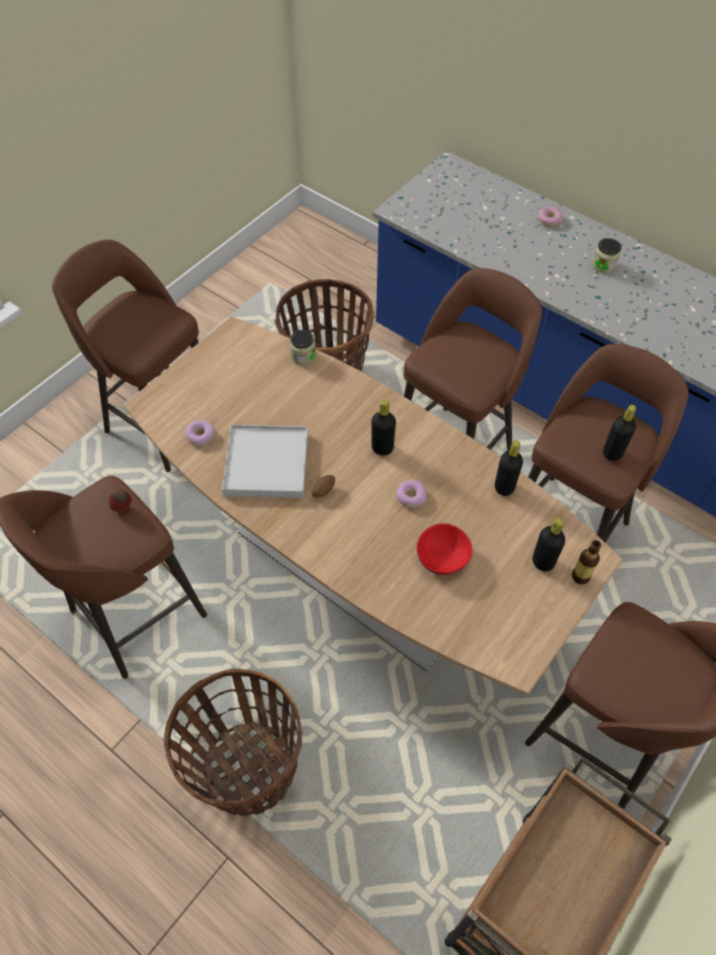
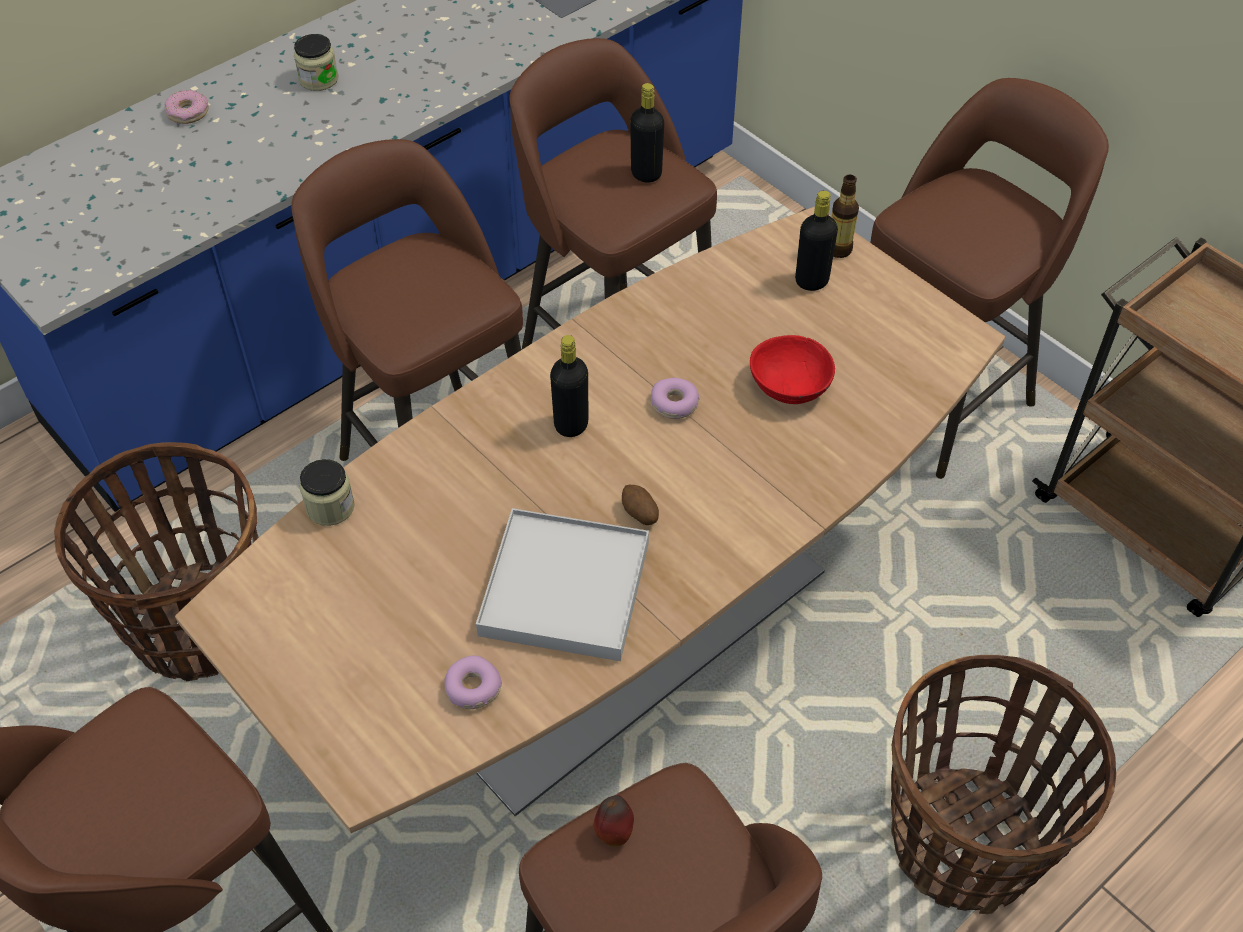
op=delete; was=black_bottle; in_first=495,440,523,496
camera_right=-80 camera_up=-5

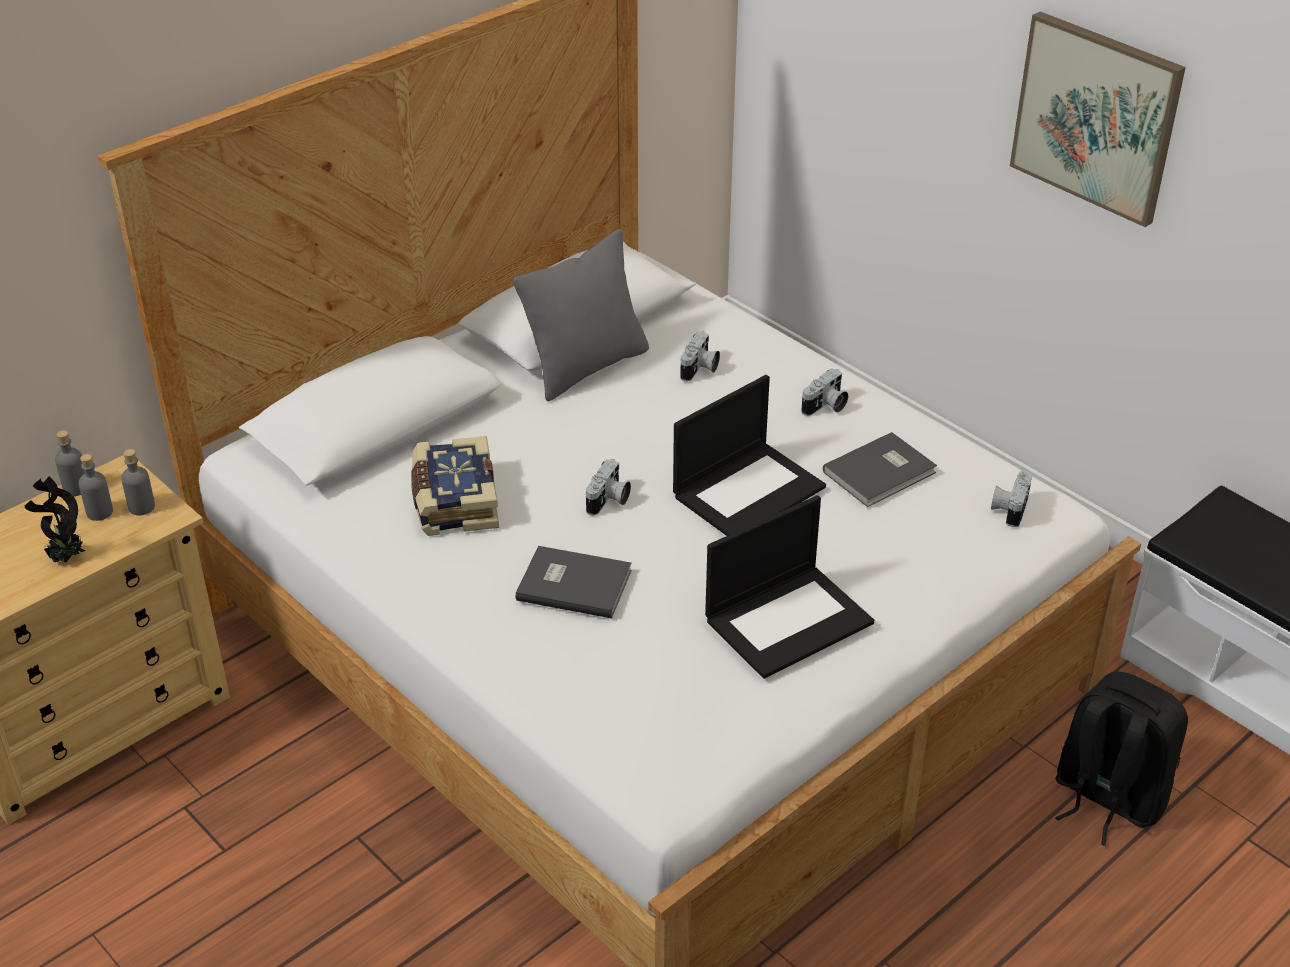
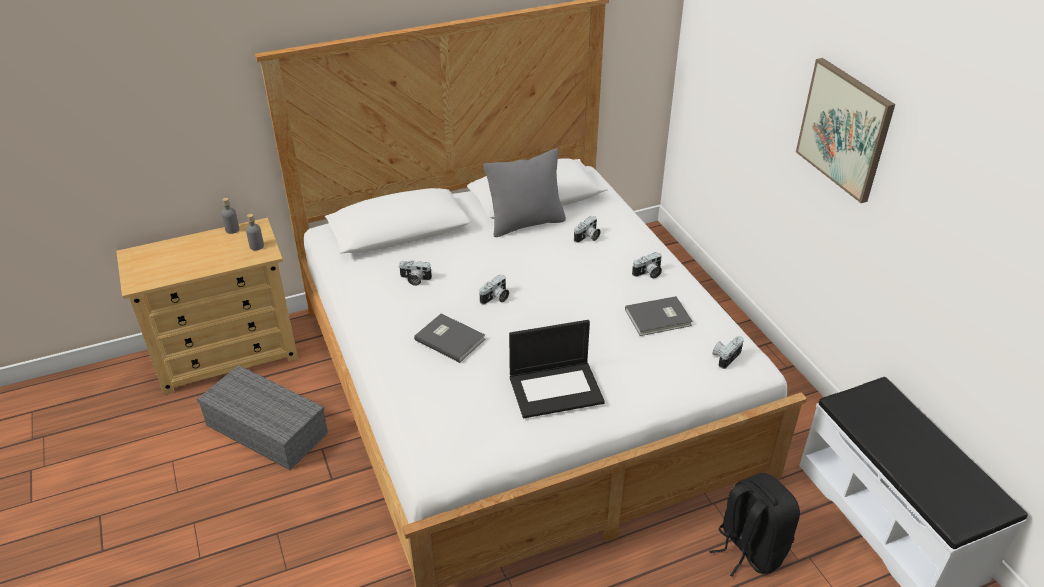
op=delete; was=potted_plant; in_first=25,477,85,562
op=delete; was=grey_bottle; in_first=79,454,113,521
op=delete; was=laptop; in_first=673,375,826,536
op=insert; now=grey_storage_box; in_second=197,365,328,470
op=replace; was=book; now=photo_camera; in_first=411,436,499,536; in_second=398,261,432,286
camera_right=20 camera_up=0

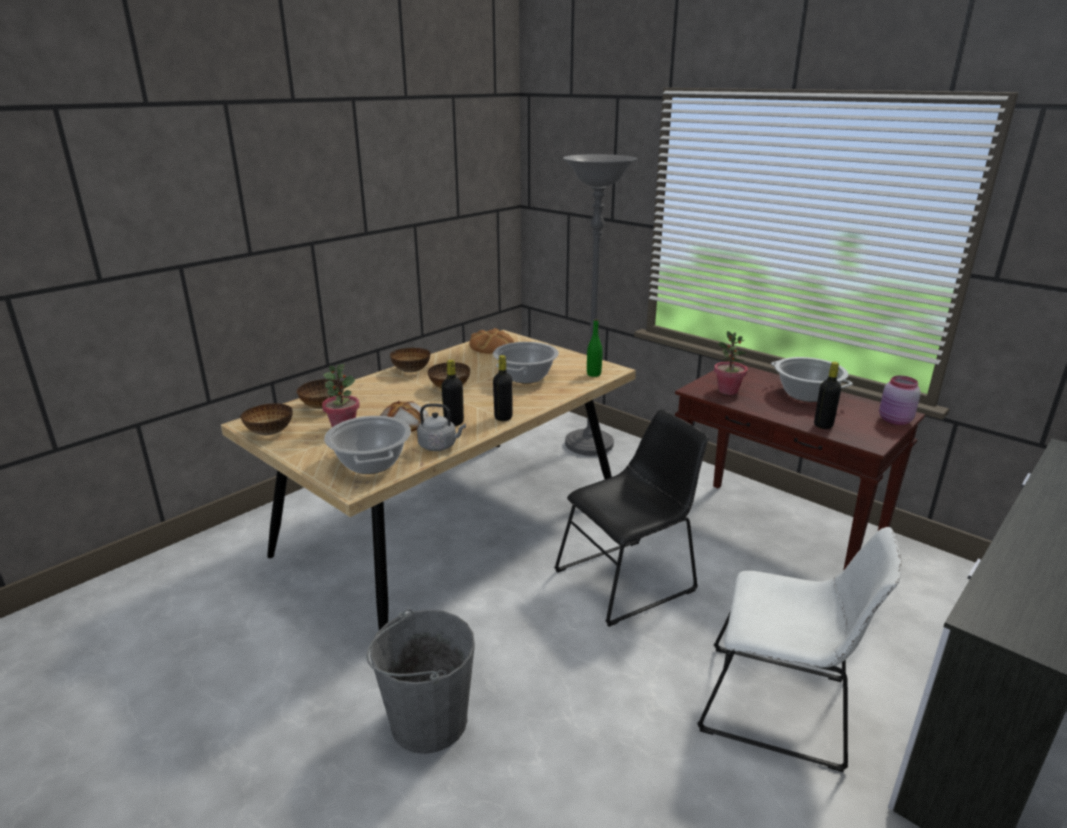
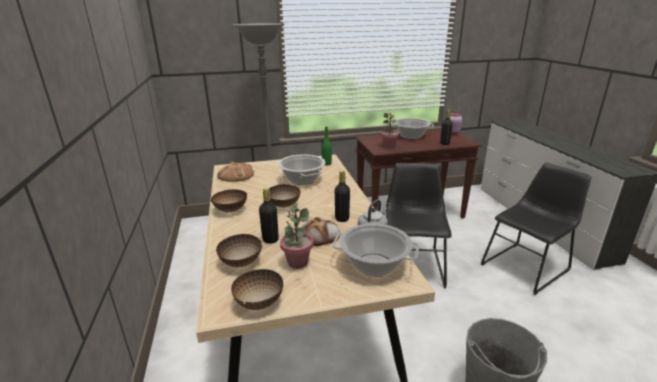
op=move; was=black_bottle; in_first=493,355,513,421; in_second=259,188,279,244
op=recolor; was=white_chair; now=black_chair; in_first=697,527,902,772; in_second=481,163,591,295
camera_right=-55 camera_up=0

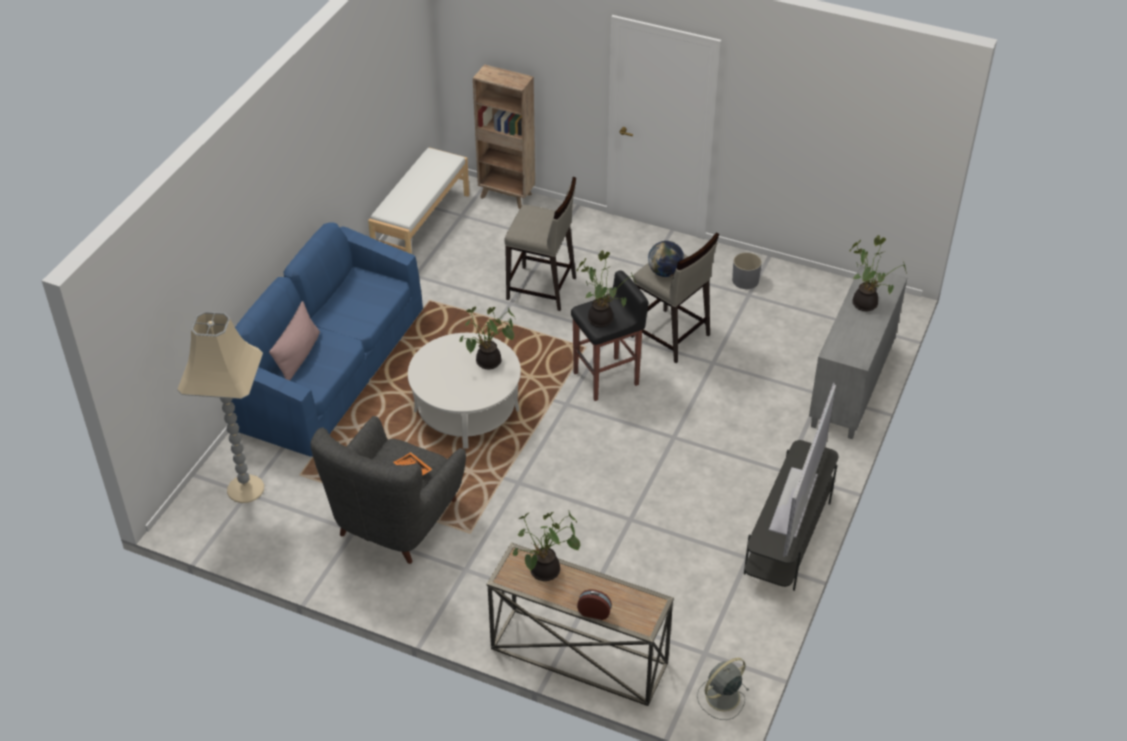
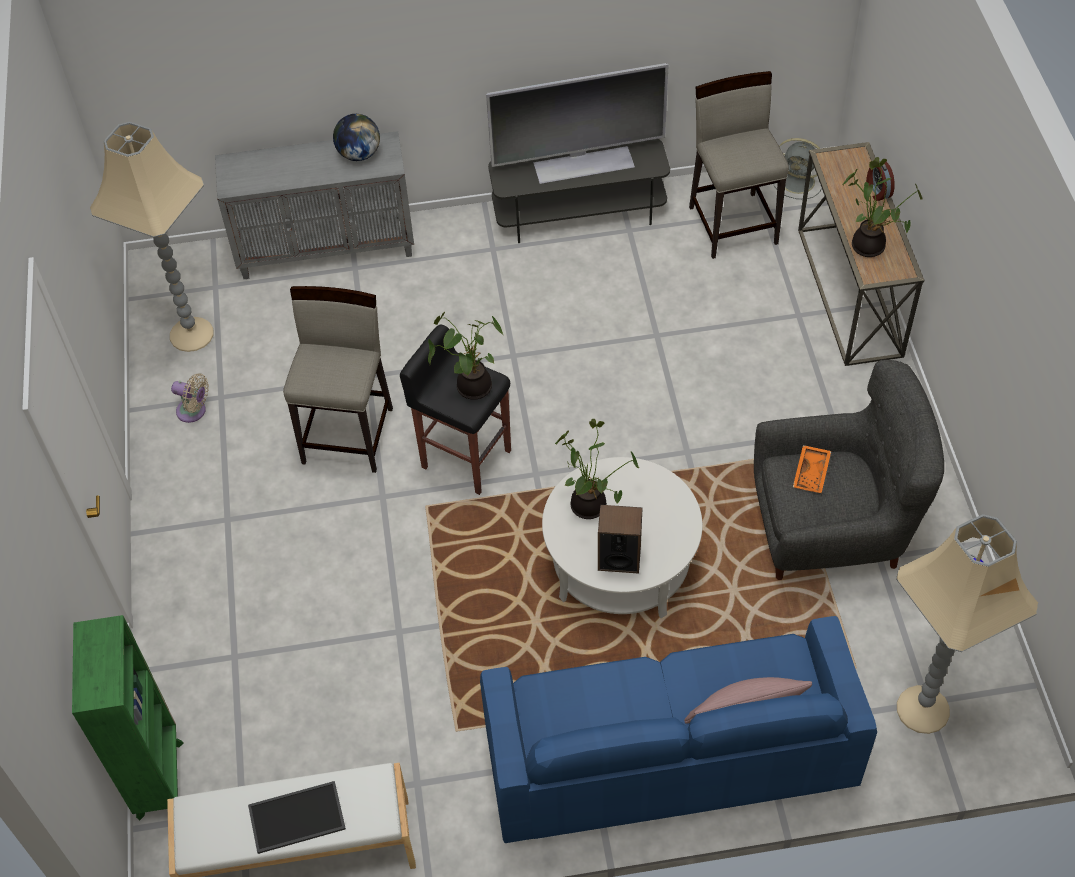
op=delete; was=potted_plant; in_first=849,235,907,311
op=insert; now=beige_floor_lamp; in_second=90,122,214,352
op=insert; now=tray; in_second=248,781,346,854
op=insert; now=speaker; in_second=598,505,643,574
op=move; was=beige_stool; in_first=504,177,576,311; in_second=689,71,789,259
op=move; was=globe; in_first=648,241,684,277; in_second=333,114,380,161
op=replace; was=grey_planter; now=beige_fan; in_first=732,252,762,289; in_second=171,373,209,423
op=recolor; was=brown_bookcase; now=green_bookcase; in_first=473,64,535,209; in_second=72,615,184,820
camera_right=-120 camera_up=10

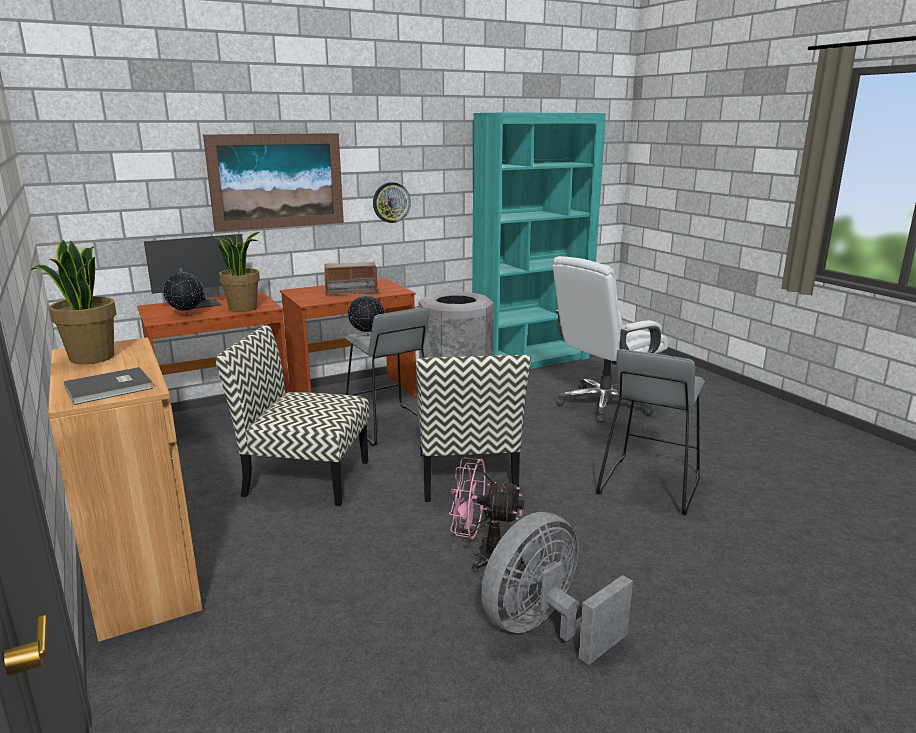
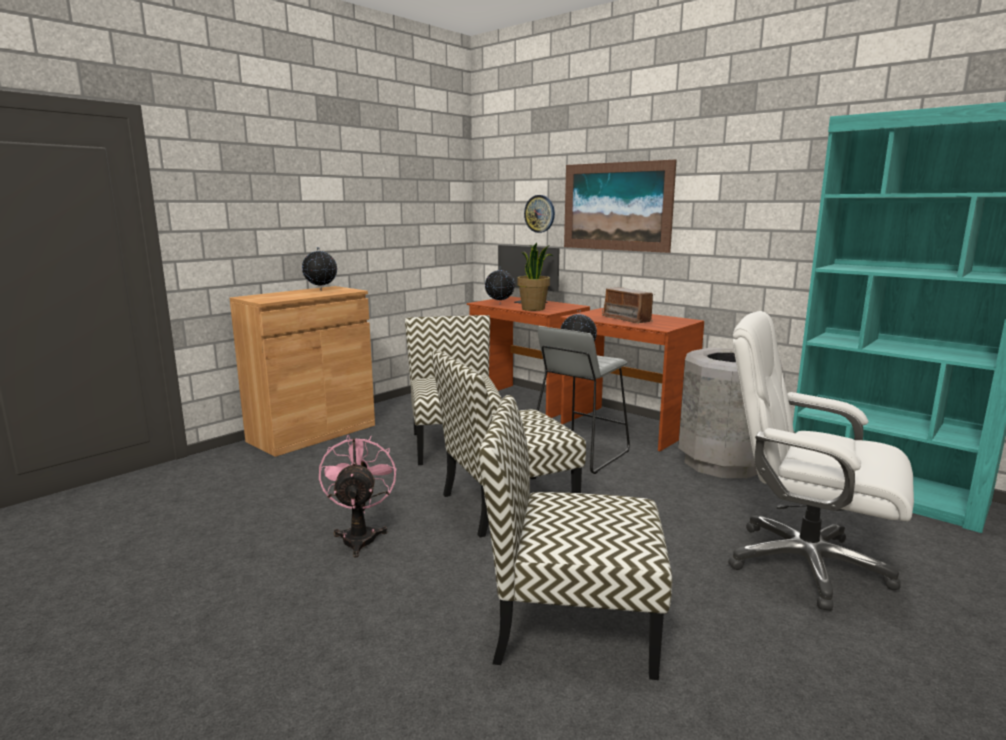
op=delete; was=grey_book; in_first=64,367,153,405
op=delete; was=grey_fan; in_first=481,512,633,665
op=move; was=wall_clock; in_first=373,182,411,223; in_second=524,195,555,233
op=replace; was=potted_plant; now=globe; in_first=31,240,117,364; in_second=302,247,337,290
op=replace; was=grey_stool; now=chair; in_first=596,349,705,515; in_second=479,395,672,680
camera_right=70 camera_up=-5

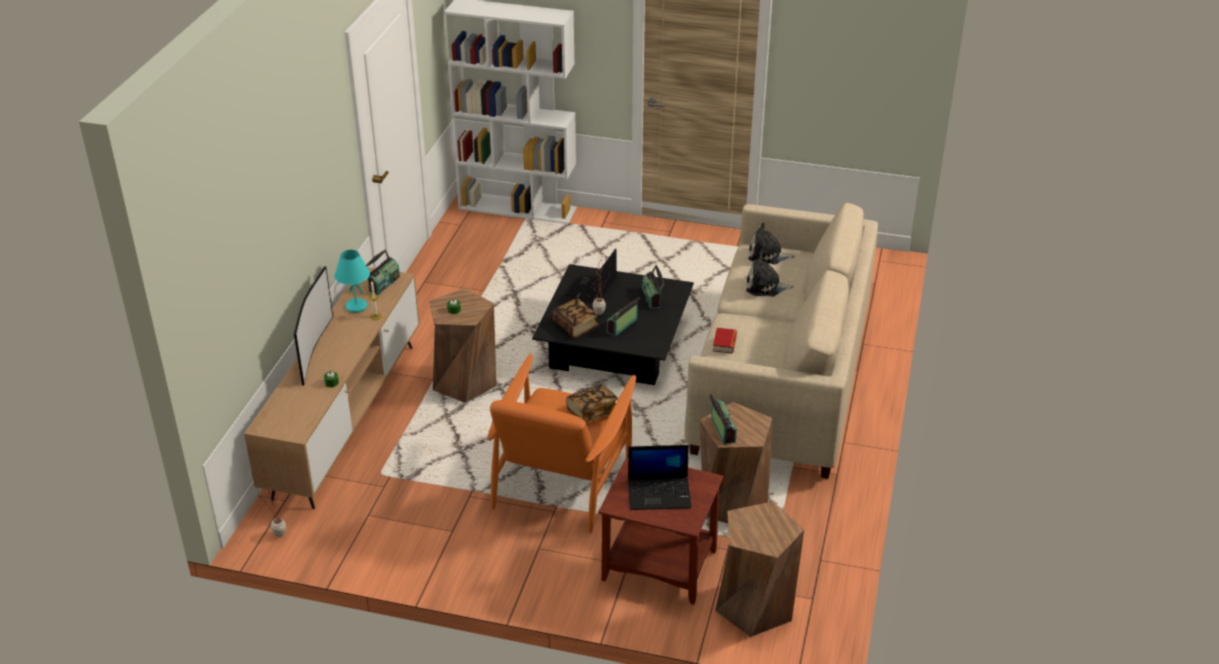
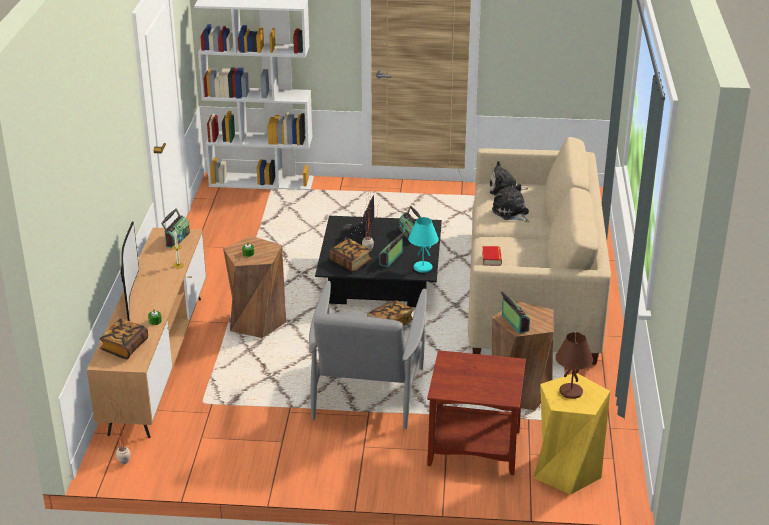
op=delete; was=laptop; in_first=628,445,691,510
op=insert; now=book; in_second=99,319,148,359
op=insert; now=brown_table_lamp; in_second=555,332,593,399
op=move; was=turquoise_table_lamp; in_first=335,250,370,313; in_second=408,217,439,273
op=recolor; was=orange_armchair; now=grey_armchair; in_first=487,354,636,533; in_second=309,281,427,429
op=recolor; was=brown_stool; now=yellow_stool; in_first=715,502,804,637; in_second=534,373,610,495
op=rotate; was=plush_toy; in_first=746,253,794,297; in_second=492,184,529,222; clockwise=60
camera_right=-10 camera_up=-5

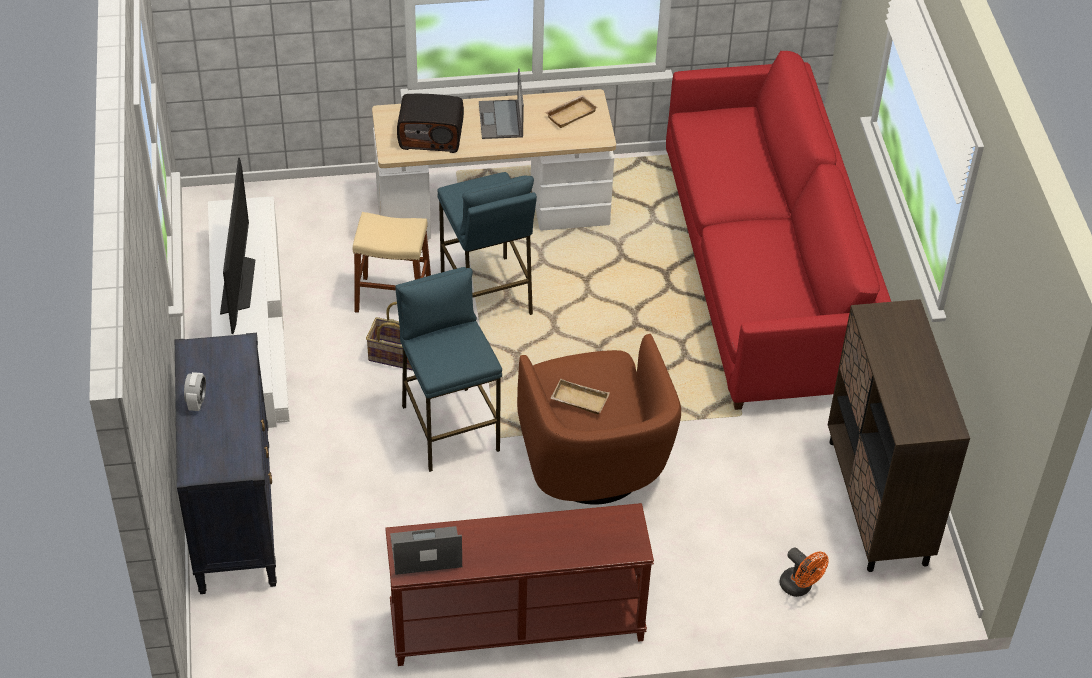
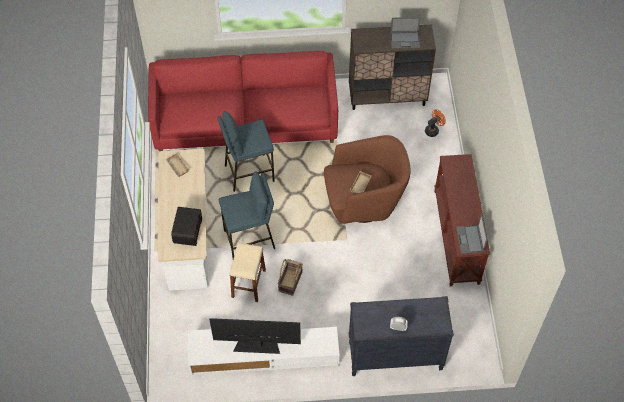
op=move; was=blue_stool; in_first=395,267,502,472; in_second=217,111,275,192
op=move; was=laptop; in_first=479,68,524,139; in_second=390,17,420,48
camera_right=-85 camera_up=10

